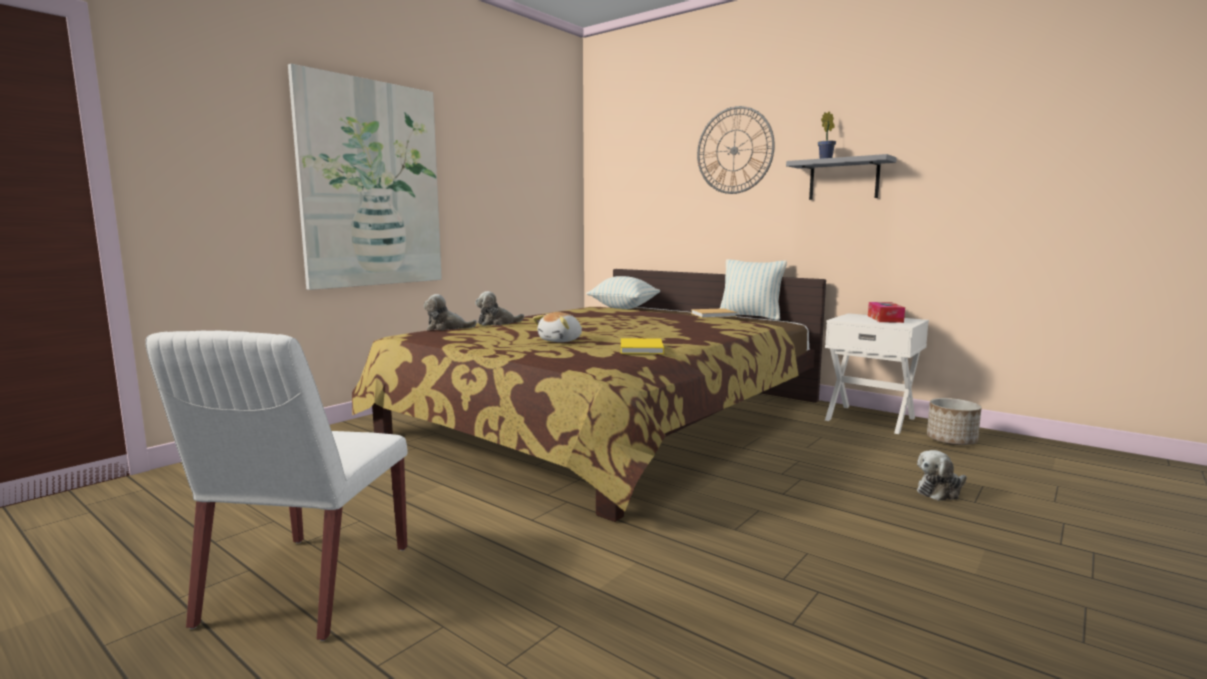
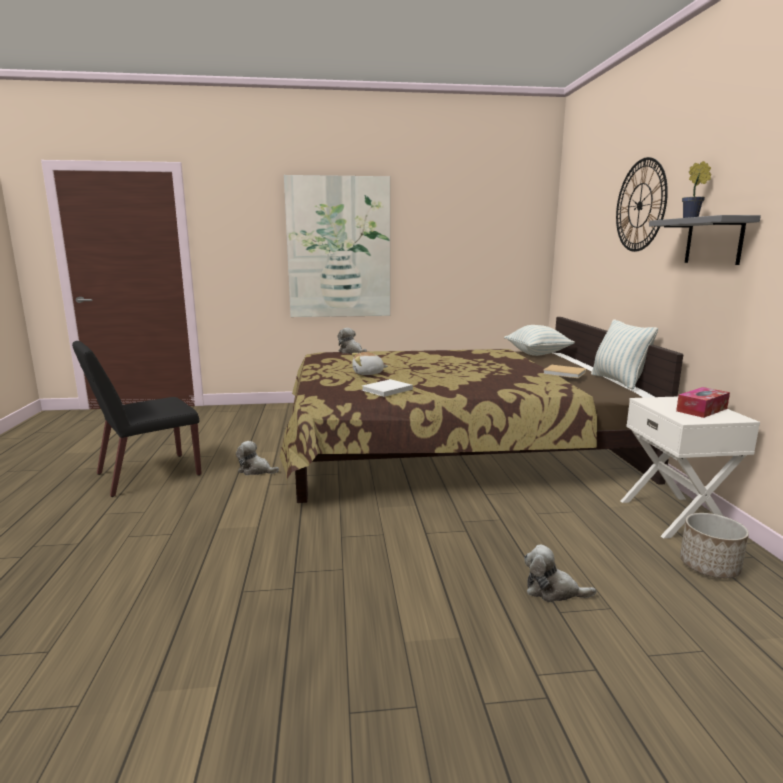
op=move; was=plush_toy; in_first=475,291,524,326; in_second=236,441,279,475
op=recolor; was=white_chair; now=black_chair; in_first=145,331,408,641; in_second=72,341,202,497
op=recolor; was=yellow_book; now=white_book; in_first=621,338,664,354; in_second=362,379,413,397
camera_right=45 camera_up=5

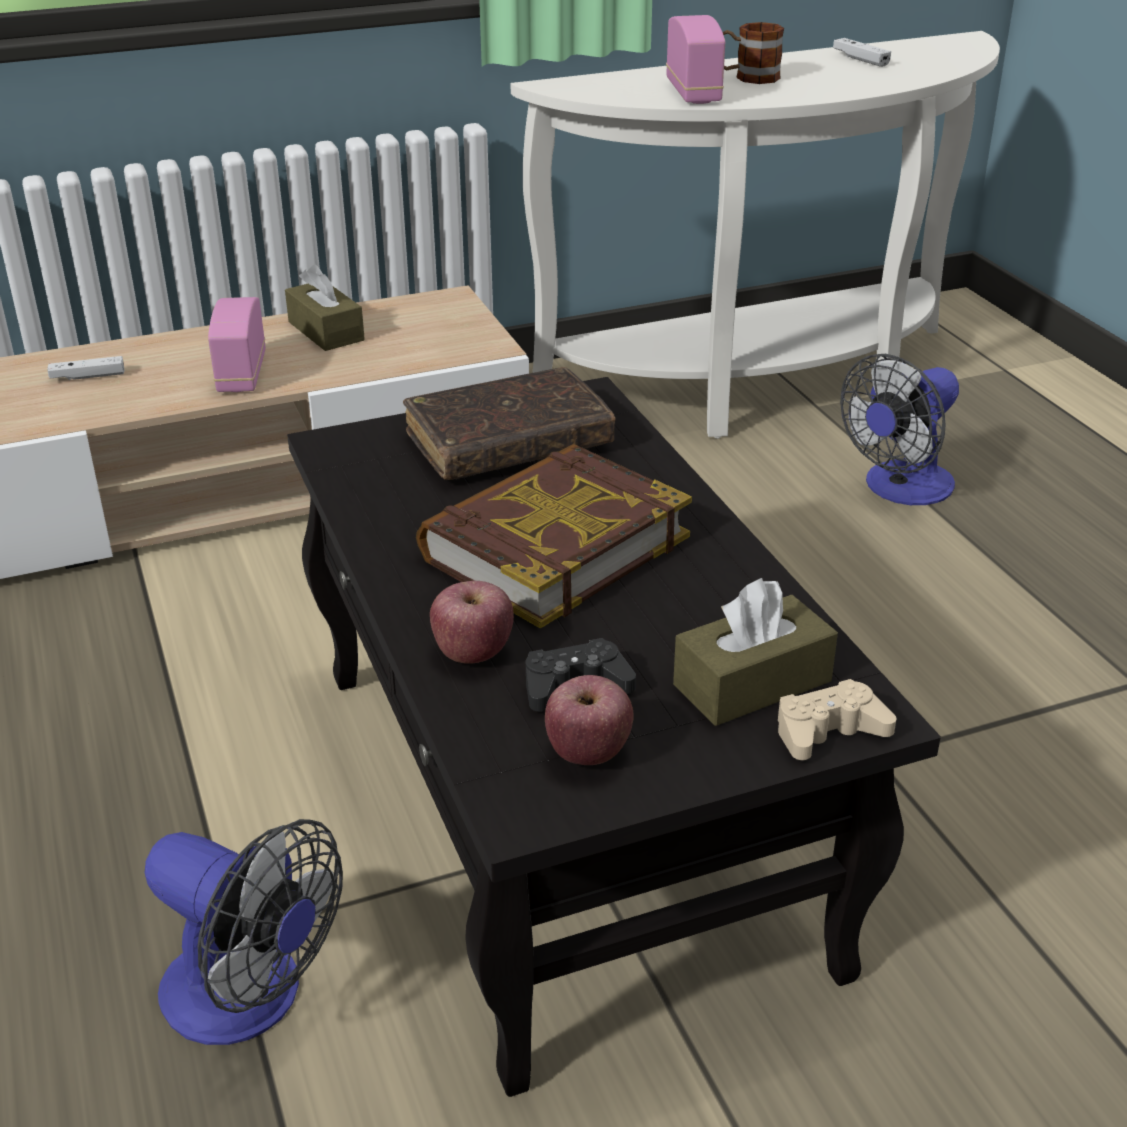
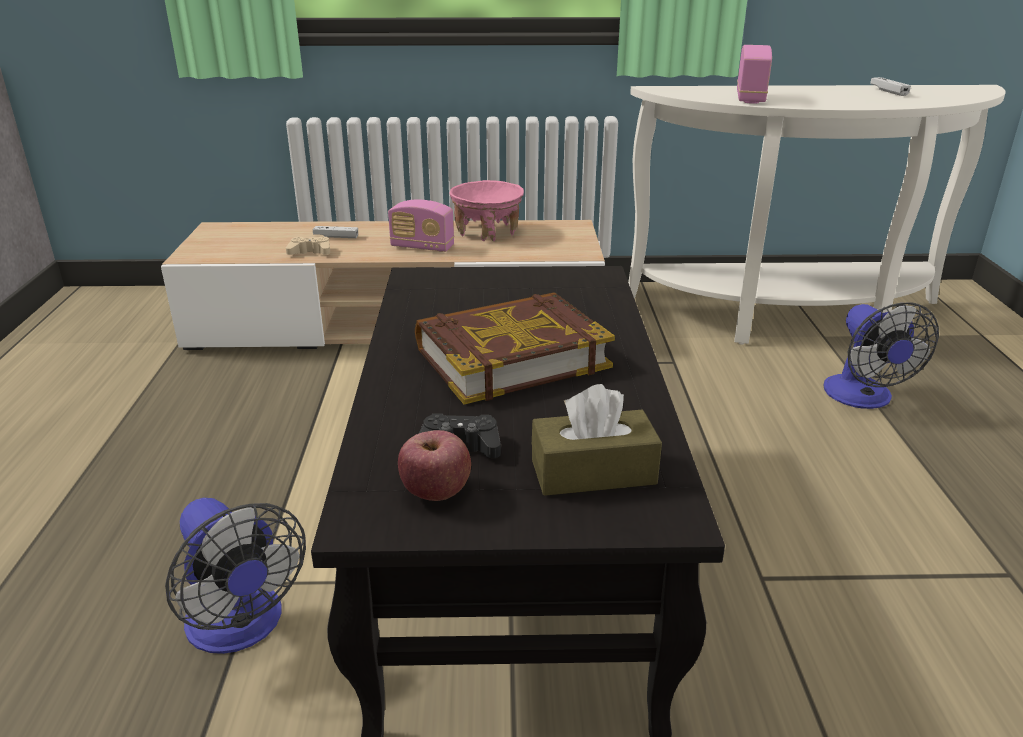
op=delete; was=brown_book; in_first=403,367,615,480
op=delete; was=apple; in_first=430,581,514,664
op=delete; was=mug; in_first=723,22,784,84
op=move; was=beige_game_controller; in_first=778,679,897,760; in_second=286,237,330,255
op=replace; was=brown_tissue_box; now=pink_bowl; in_first=285,265,365,351; in_second=449,180,524,241
op=rotate; was=radio; in_first=208,297,266,392; in_second=388,199,454,252; clockwise=-90
op=rotate; was=fan; in_first=840,354,959,505; in_second=824,302,939,409; clockwise=-75
camera_right=20 camera_up=-5

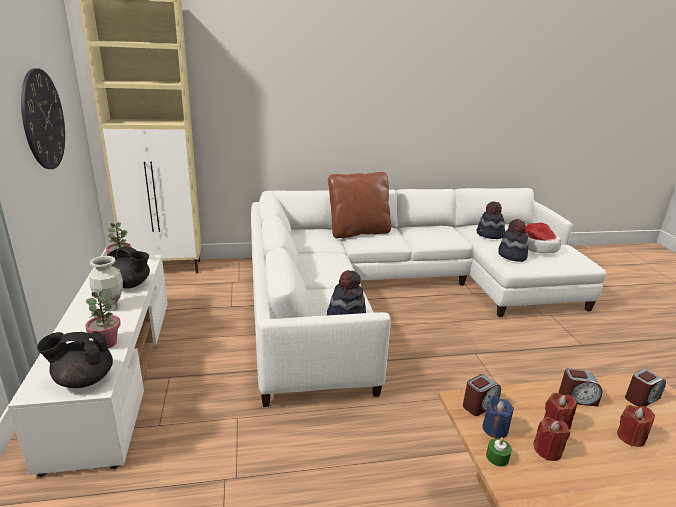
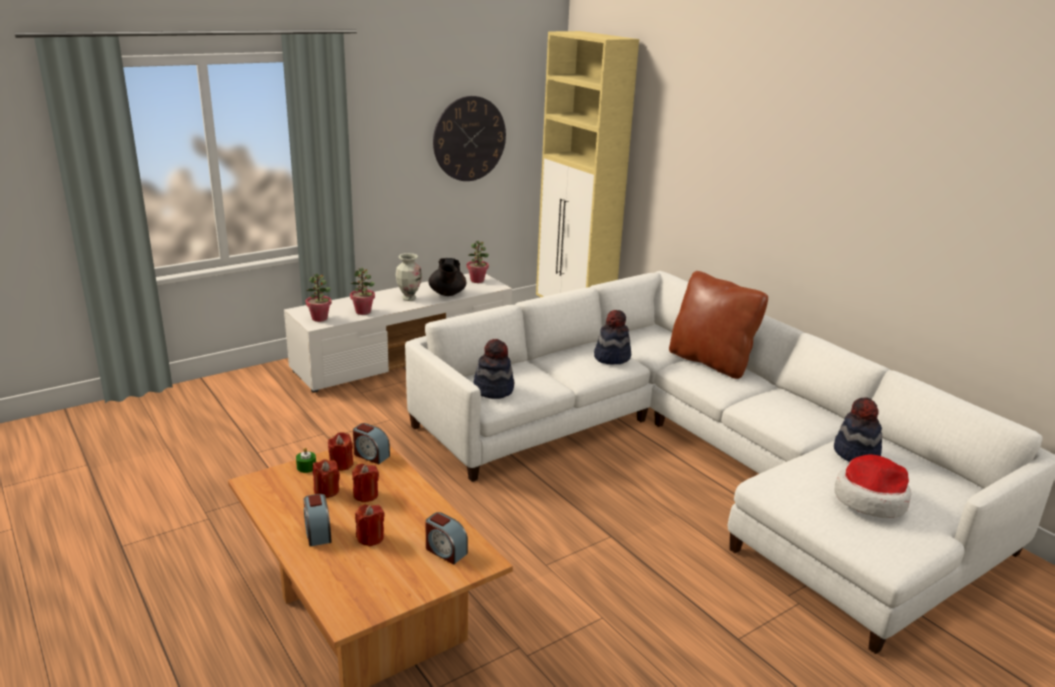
op=move; was=hat; in_first=498,219,528,262; in_second=594,310,631,364
op=move; was=alarm_clock; in_first=559,368,602,406; in_second=303,494,332,546
op=replace; was=black_teapot; now=potted_plant; in_first=37,331,113,388; in_second=306,273,332,322
op=recolor; was=blue_candle; now=red_candle; in_first=482,395,514,439; in_second=328,432,353,471
camera_right=65 camera_up=0

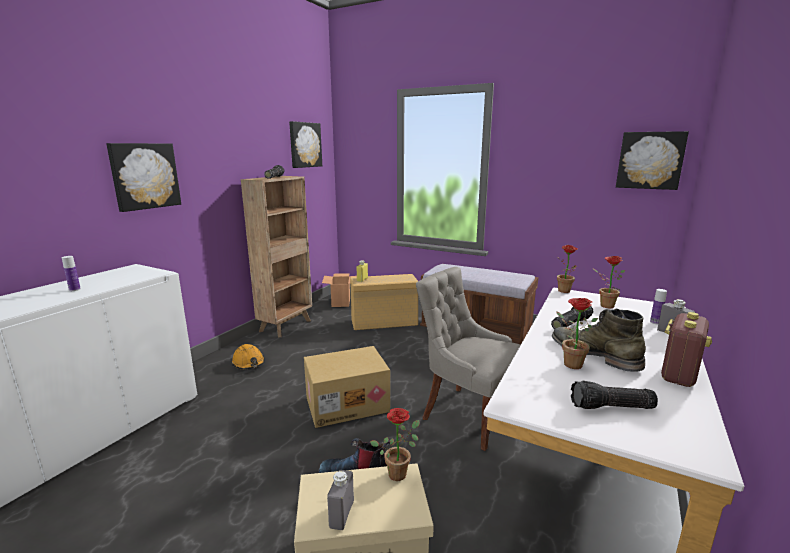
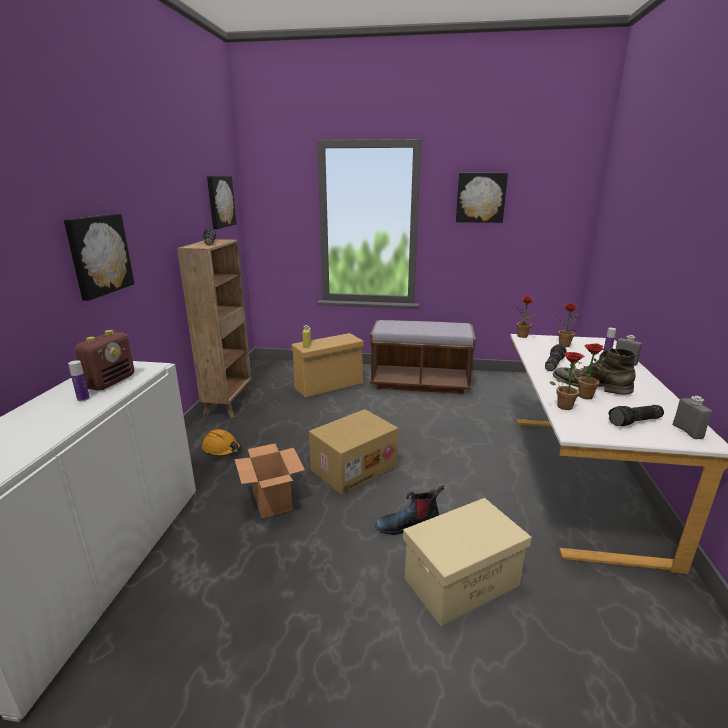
op=delete; was=grey_chair; in_first=416,267,520,451
op=move; was=cardboard_box; in_first=322,273,357,307; in_second=235,443,305,518
op=move; was=grey_bottle; in_first=327,470,354,530; in_second=673,396,712,439
op=move; was=potted_plant; in_first=370,408,420,481; in_second=549,352,585,410
op=move; was=picture; in_first=616,131,689,190; in_second=456,173,508,223
op=move; was=radio; in_first=661,312,712,387; in_second=75,330,134,391
camera_right=-20 camera_up=5

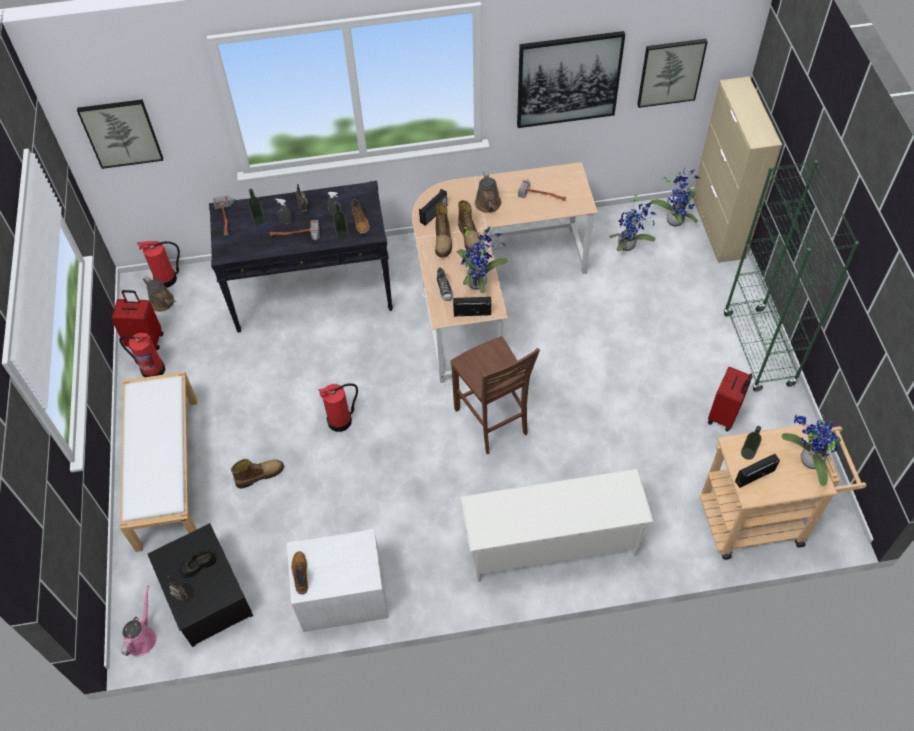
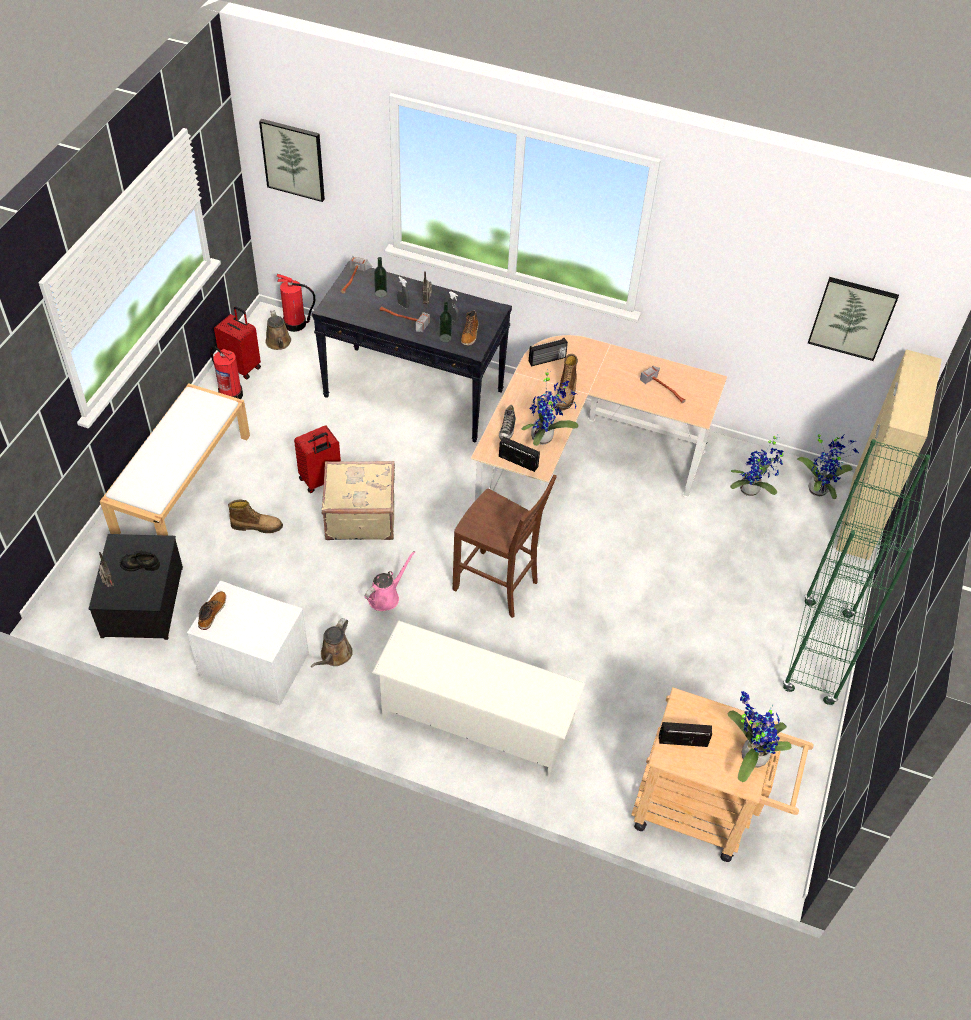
op=delete; was=boot; in_first=435,203,452,258
op=delete; was=picture; in_first=517,31,625,128
op=delete; was=bottle; in_first=741,426,762,460
op=move; was=pink_watering_can; in_first=121,585,157,656; in_second=365,551,415,611
op=move; was=brown_watering_can; in_first=475,171,502,213; in_second=311,618,353,667
op=move; was=red_suitcase; in_first=708,367,753,432; in_second=294,425,341,493
op=replace; was=fire_extinguisher; now=beige_suitcase; in_first=319,383,358,432; in_second=322,461,395,540
op=rotate; was=brown_chair; in_first=450,337,540,454; in_second=452,475,557,618; clockwise=-60
camera_right=25 camera_up=-5

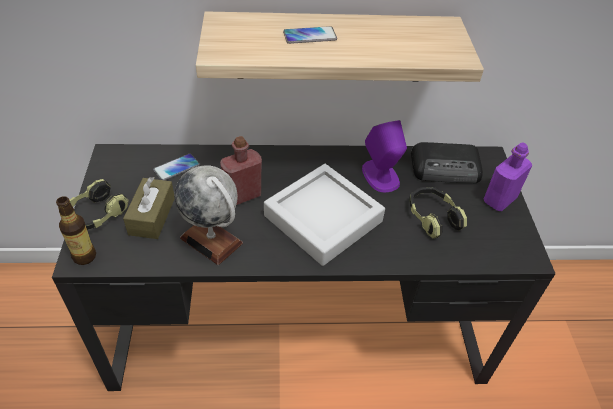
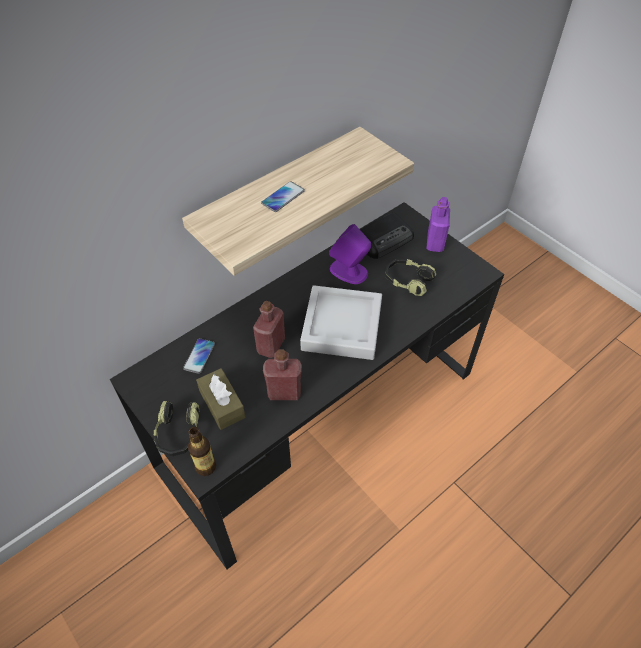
op=replace; was=globe; now=red_bottle; in_first=174,165,243,265; in_second=263,349,302,400
camera_right=-35 camera_up=5

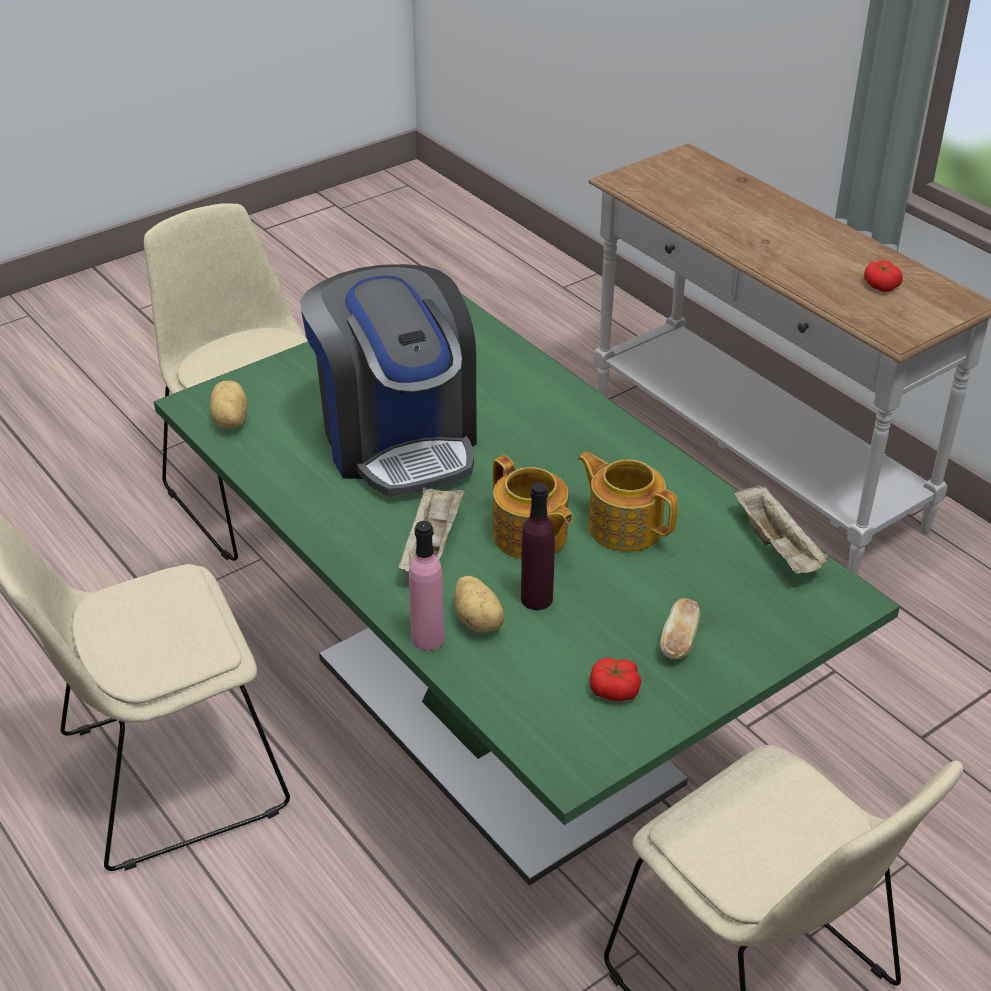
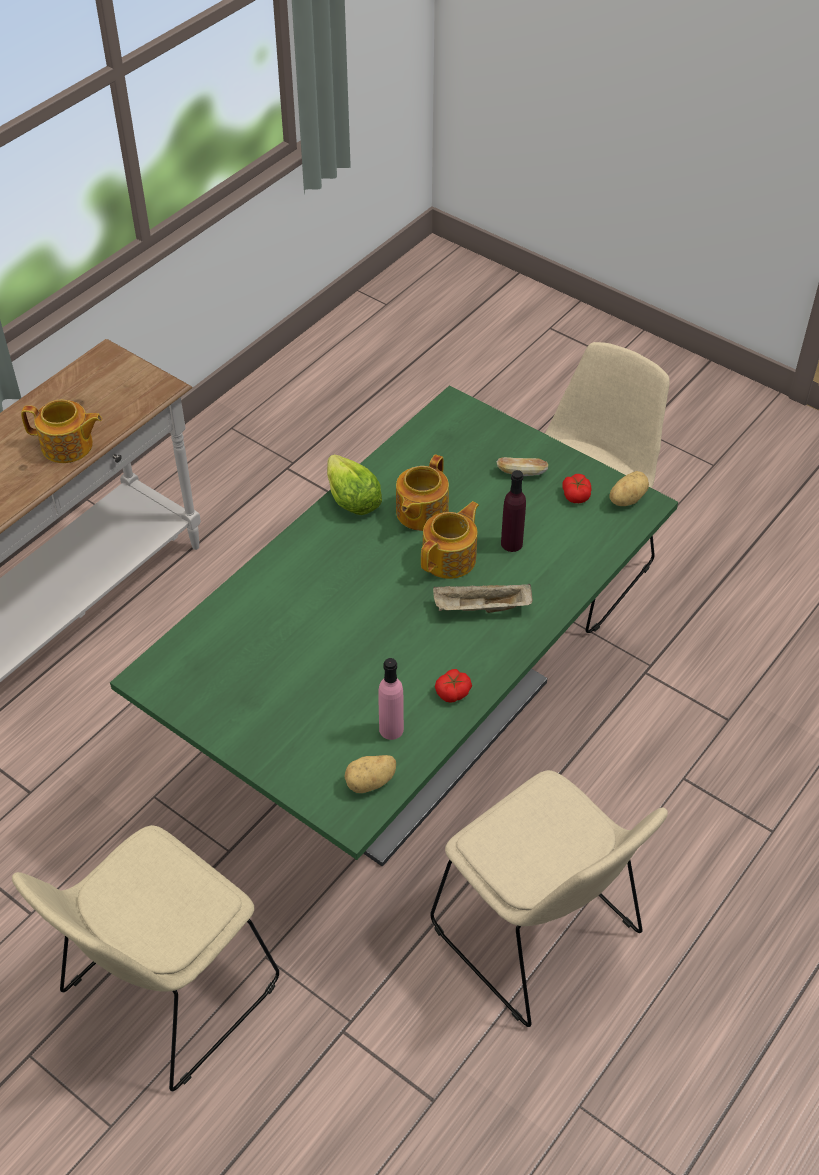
op=delete; was=coffee_machine; in_first=300,264,477,497
op=delete; was=beige_tray; in_first=733,484,829,574
op=insert; now=teapot; in_second=21,400,102,463
op=insert; now=lettuce; in_second=327,454,382,515
op=move; was=pink_bottle; in_first=409,521,445,651; in_second=378,658,404,740
op=move; was=potato; in_first=454,576,504,632; in_second=610,471,649,506
op=move; was=tomato; in_first=864,260,903,292; in_second=435,669,472,703
camera_right=-105 camera_up=10

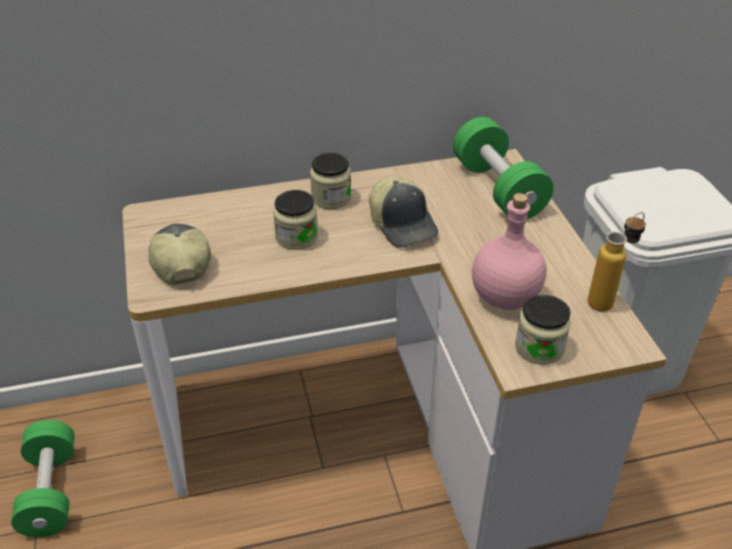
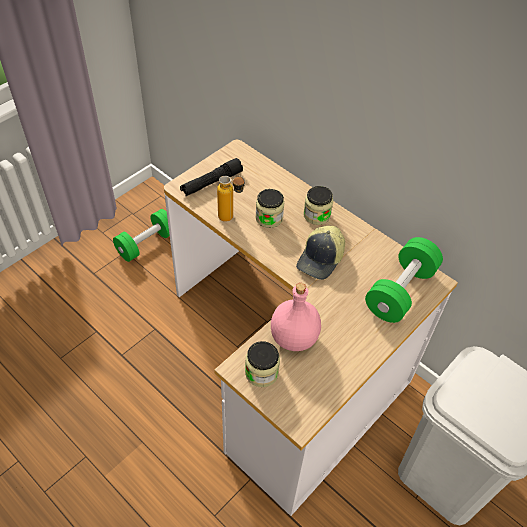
op=move; was=bottle; in_first=588,212,646,311; in_second=217,175,245,222
op=replace; was=cap; now=black_flashlight; in_first=148,223,211,285; in_second=180,158,243,196
camera_right=55 camera_up=10

